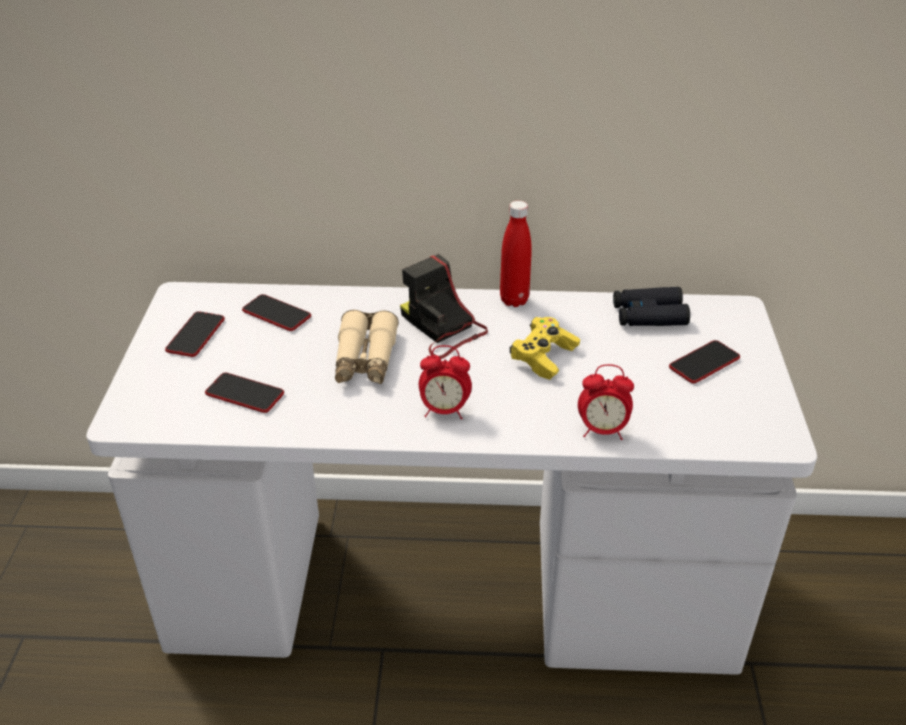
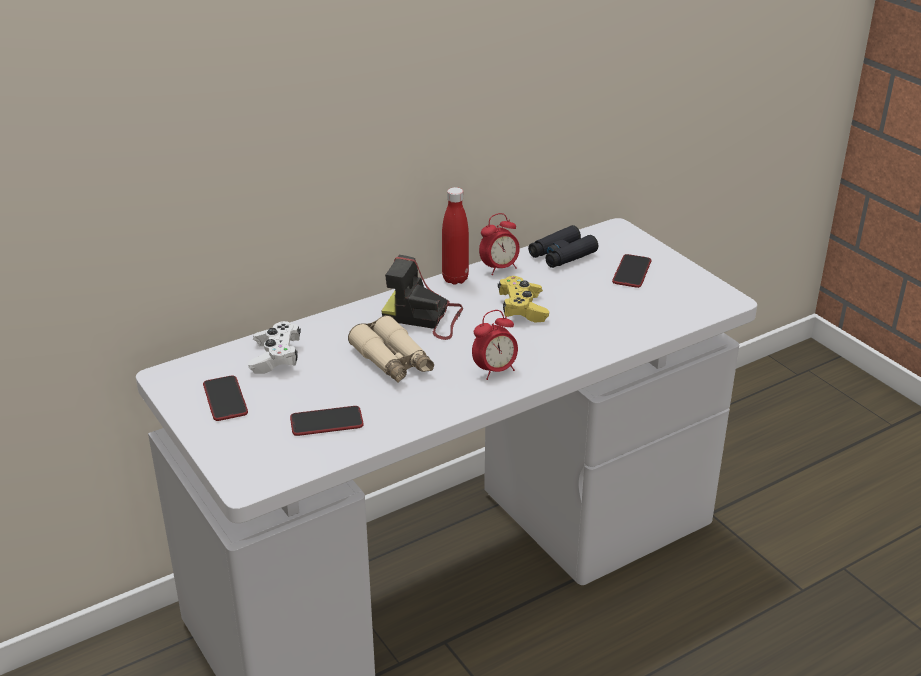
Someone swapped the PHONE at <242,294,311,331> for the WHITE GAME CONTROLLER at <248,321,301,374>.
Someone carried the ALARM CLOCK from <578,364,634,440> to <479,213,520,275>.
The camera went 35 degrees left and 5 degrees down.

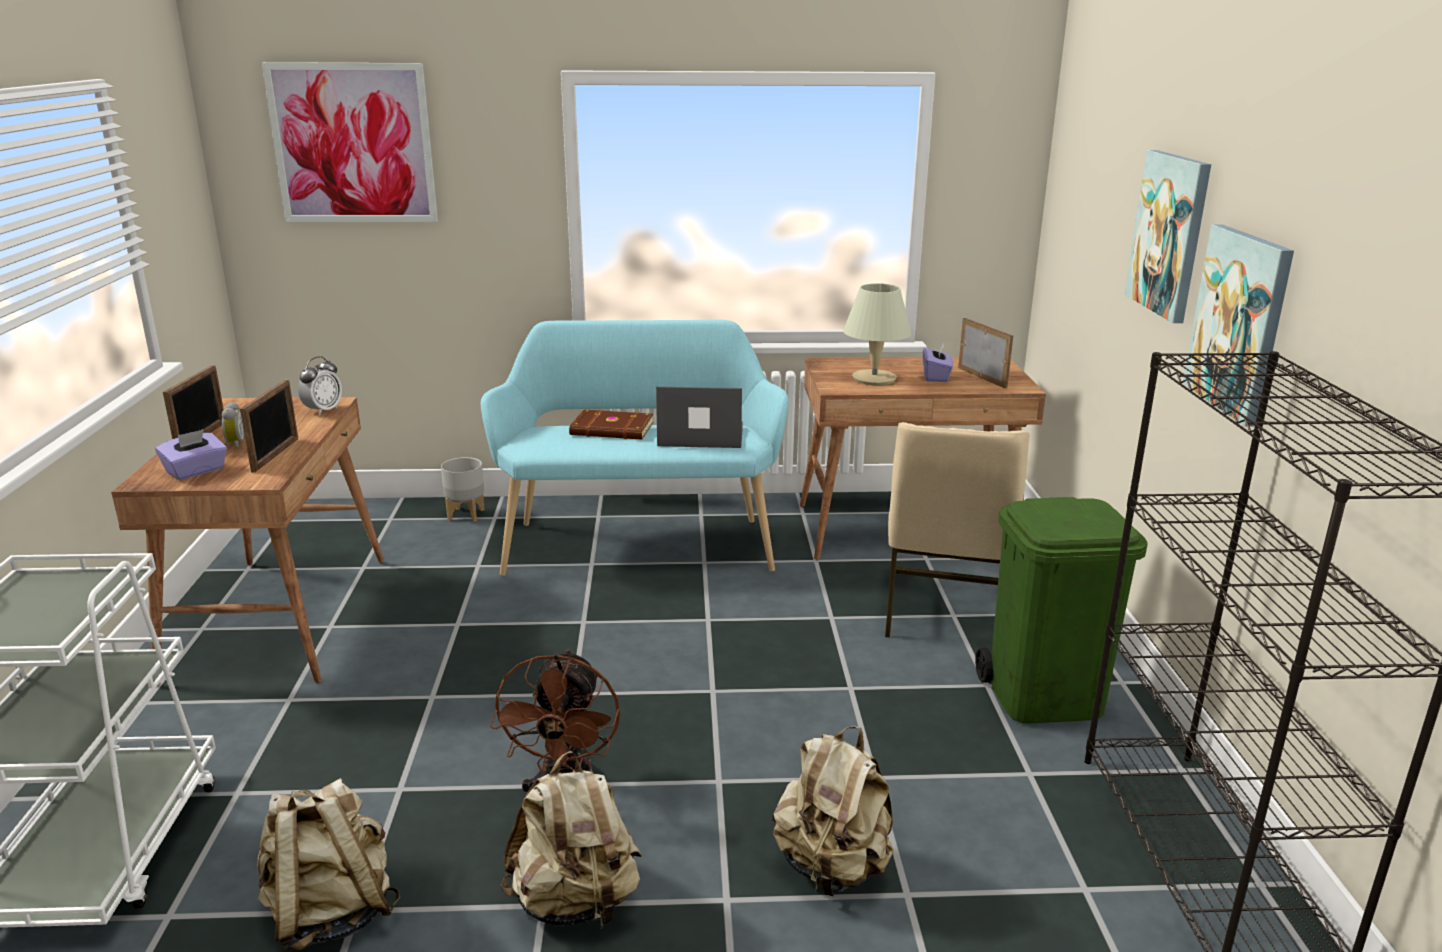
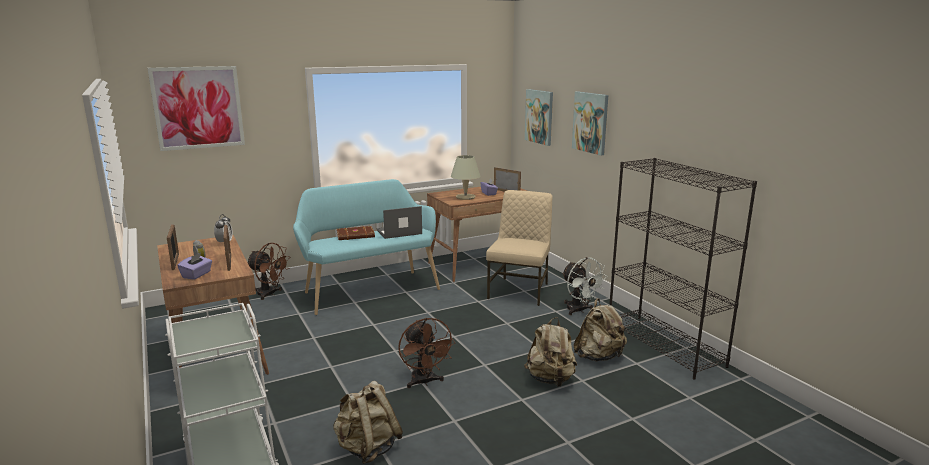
Someone swapped the GREY PLANTER at <441,457,485,522> for the BROWN FAN at <248,243,289,300>.
Someone rotated the BEIGE CHAIR at <885,422,1029,638> by 150 degrees counterclockwise.
Someone carried the PICTURE from <1183,225,1294,426> to <525,89,553,146>.
Someone swapped the GREEN TRASH CAN at <975,497,1148,724> for the WHITE FAN at <562,257,608,315>.
Someone carried the BEIGE BACKPACK from <500,751,642,927> to <574,298,627,361>.
The camera went 25 degrees left and 5 degrees down.

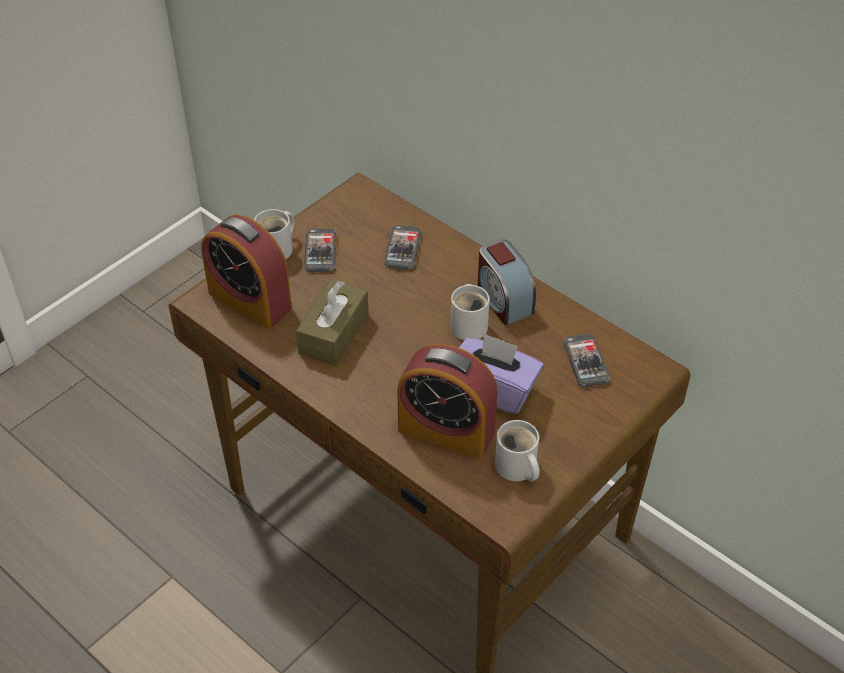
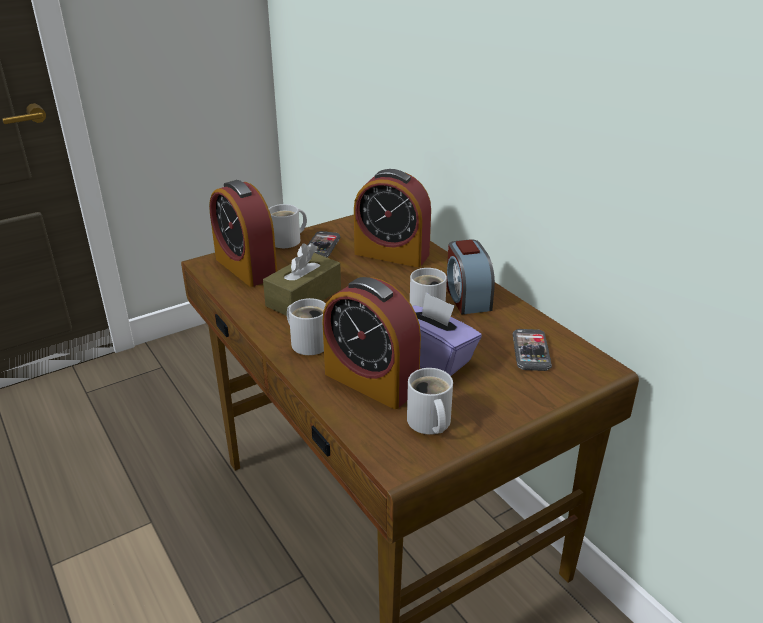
Someone put down the WHITE MUG at <287,298,326,355>.
Someone swapped the PHONE at <384,225,421,270> for the ALARM CLOCK at <354,169,431,267>.
The camera went 15 degrees right and 15 degrees down.

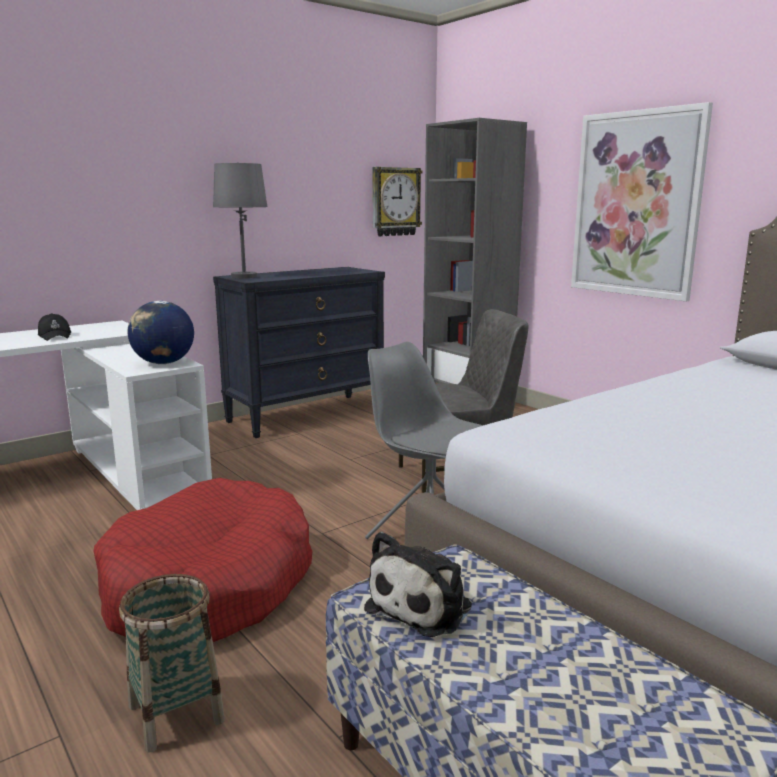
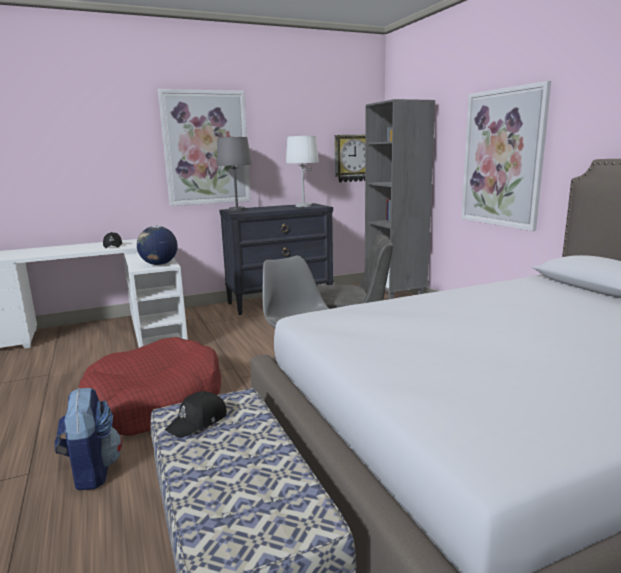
Someone swapped the BASKET at <119,574,225,753> for the BACKPACK at <55,388,122,490>.
Someone put up the PICTURE at <158,89,251,206>.
Someone swapped the PLUSH TOY at <364,532,472,637> for the BLACK CAP at <164,391,227,438>.
Someone put down the WHITE TABLE LAMP at <286,135,319,207>.
The camera went 15 degrees right and 0 degrees up.

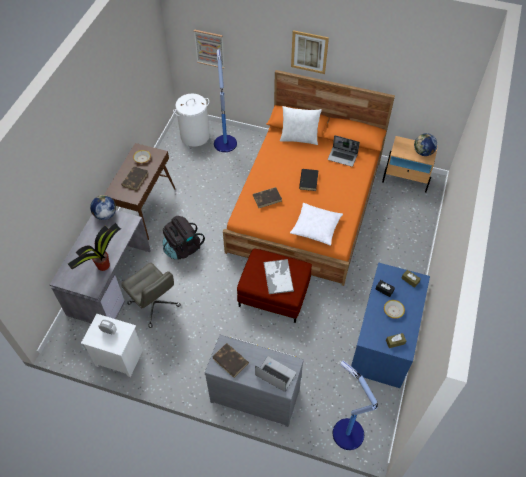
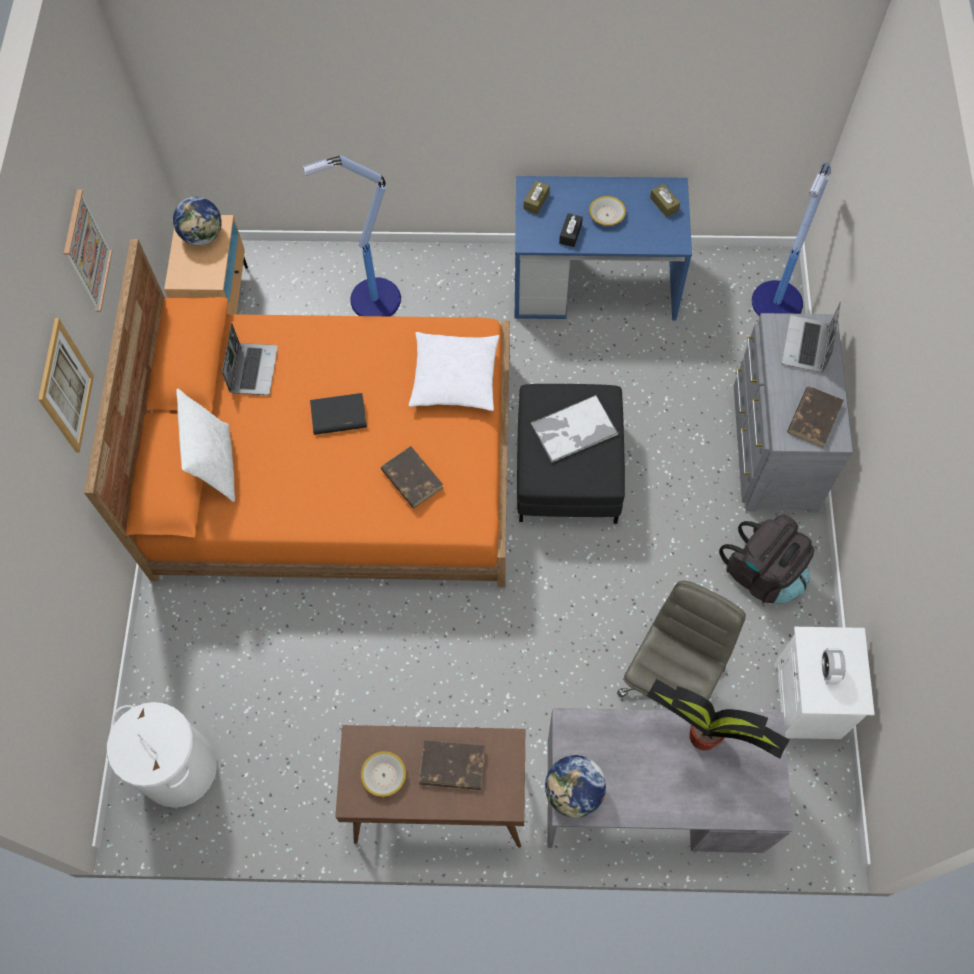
Someone carried the PICTURE from <194,29,225,68> to <64,189,112,312>.
Someone carried the FLOOR LAMP from <214,49,237,152> to <303,155,401,316>.
Someone repainted the RED OTTOMAN at <237,248,312,323>, which became the BLACK OTTOMAN at <517,384,625,524>.
Someone carried the BLACK BACKPACK from <163,216,205,259> to <719,515,814,604>.
The camera went 105 degrees left and 10 degrees up.

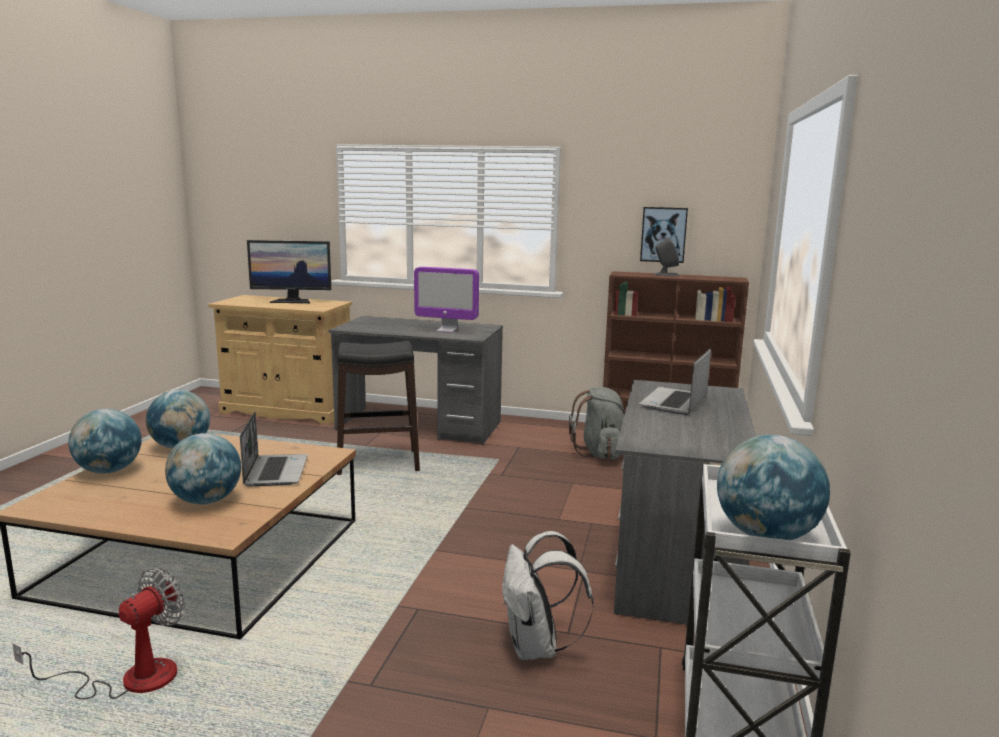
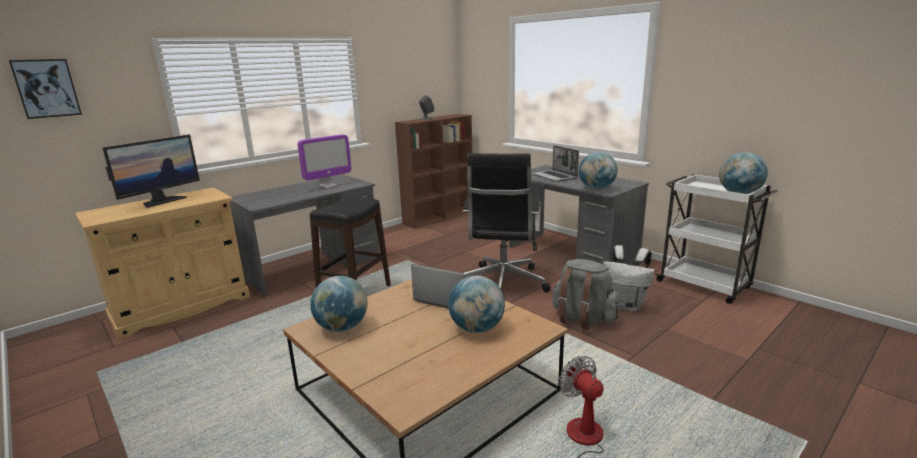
Someone carried the PICTURE from <640,207,688,263> to <9,59,82,119>.
Someone put down the BLACK OFFICE CHAIR at <463,153,551,292>.
Someone carried the GREY BACKPACK from <569,387,625,459> to <552,259,619,330>.
Someone carried the GLOBE from <68,409,142,474> to <579,152,617,189>.
The camera went 55 degrees left and 5 degrees up.

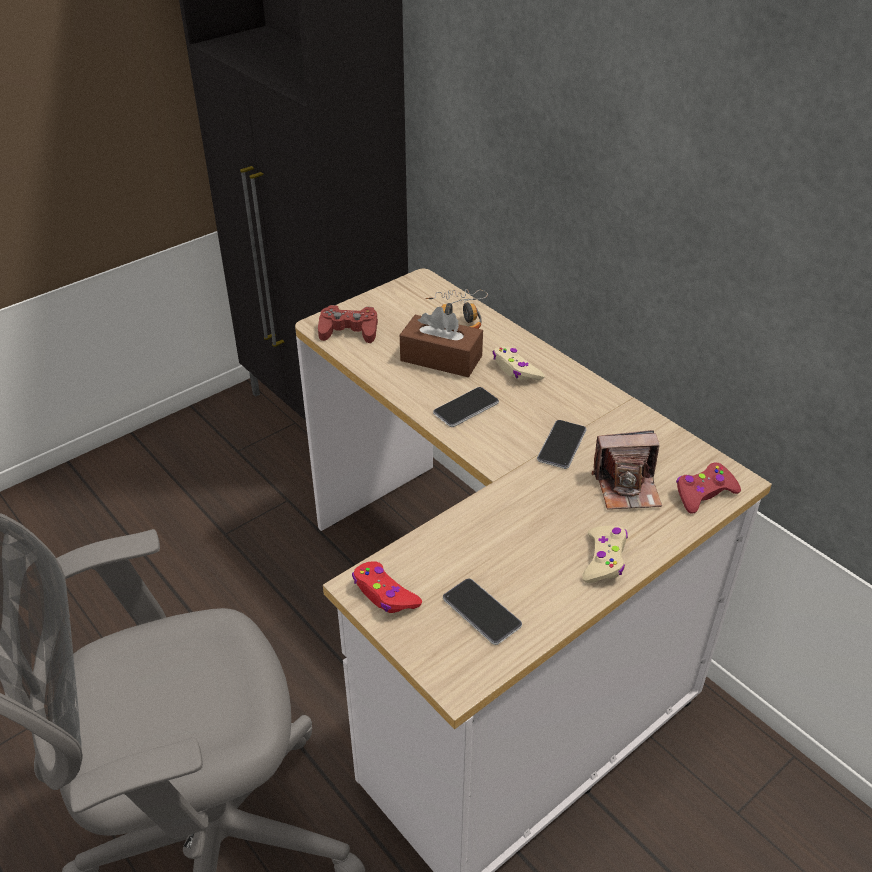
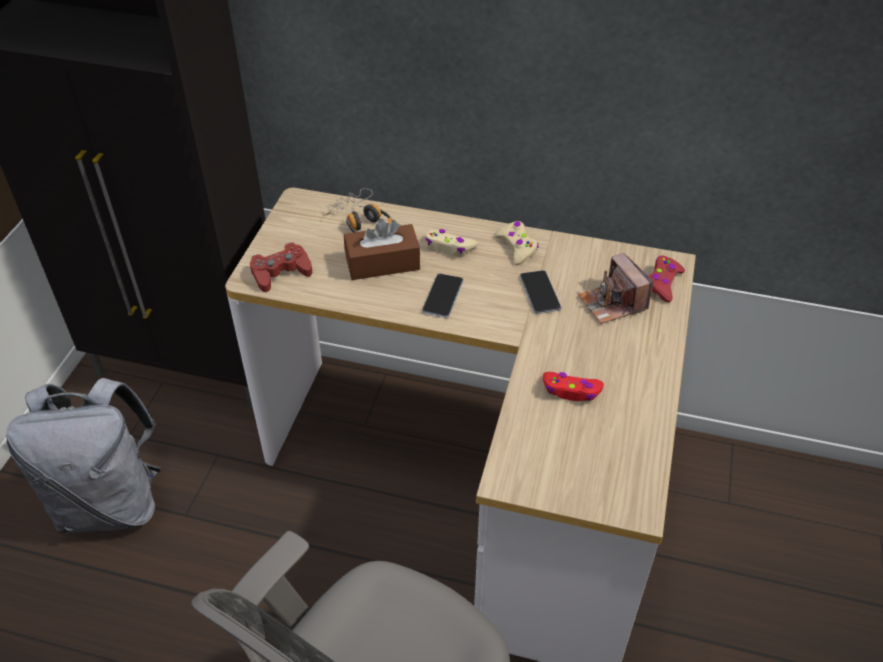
Someone put down the GREY BACKPACK at <6,378,161,534>.
Someone carried the BEIGE GAME CONTROLLER from <582,526,628,583> to <494,221,539,265>.
Someone carried the RED GAME CONTROLLER from <352,561,422,613> to <543,372,604,401>.
Someone rotated the PHOTO CAMERA at <591,430,662,510> by 105 degrees clockwise.
Someone took away the PHONE at <443,579,522,645>.
The camera went 35 degrees left and 5 degrees up.

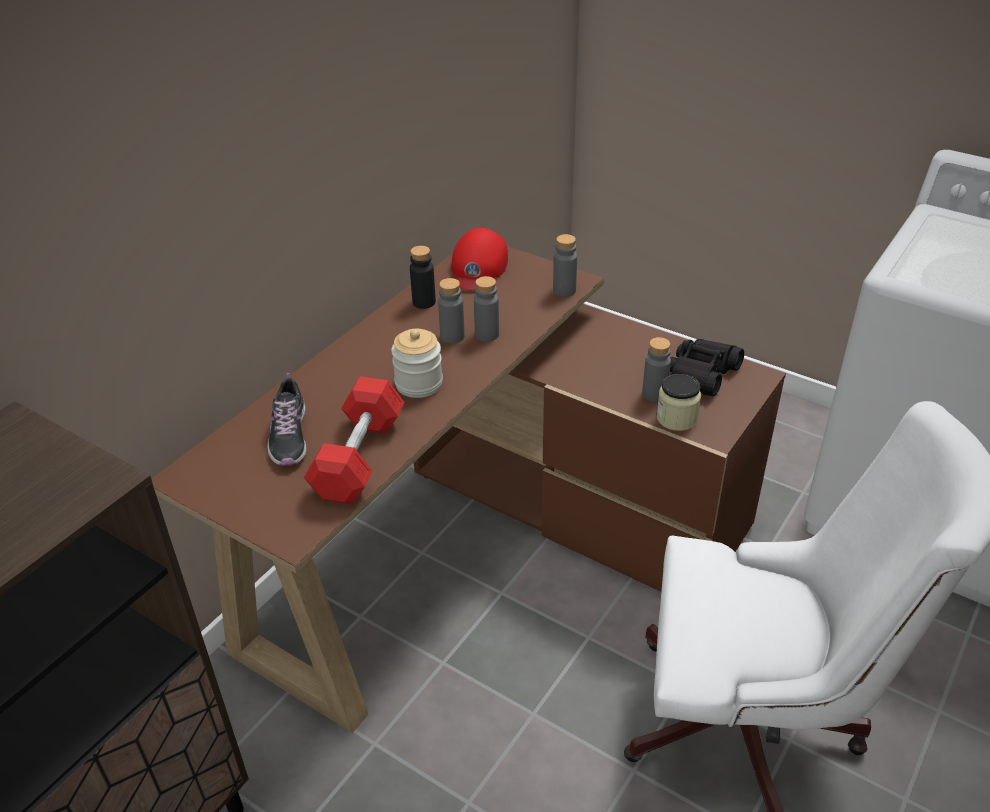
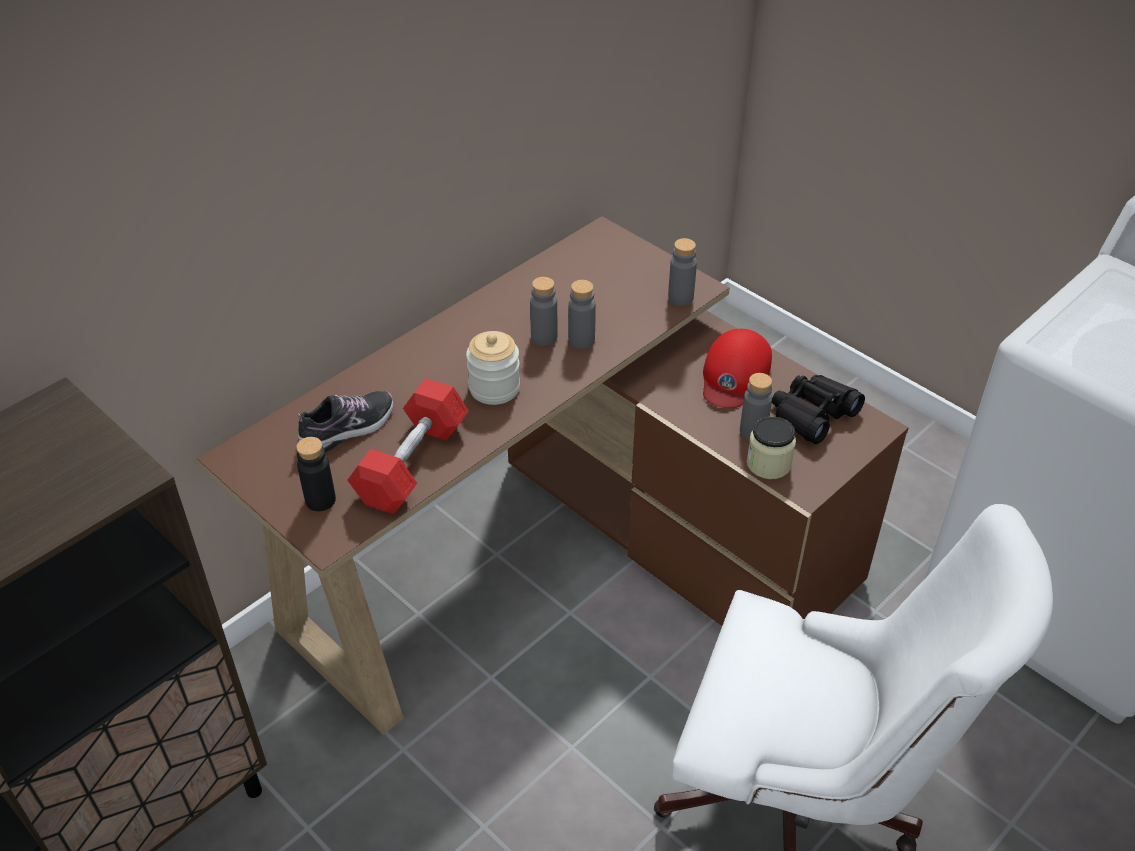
Someone carried the BLACK BOTTLE from <410,246,436,309> to <296,437,336,511>.
Someone rotated the SHOE at <268,373,307,466> by 135 degrees counterclockwise.
Someone carried the RED CAP from <451,228,508,290> to <703,329,772,408>.
The camera went 10 degrees right and 5 degrees up.

